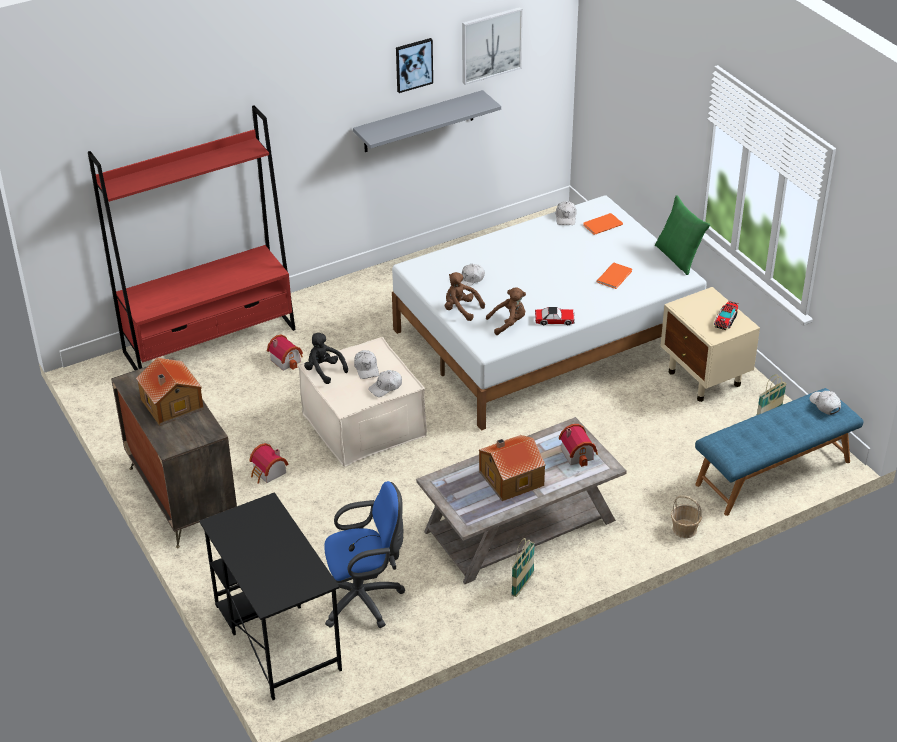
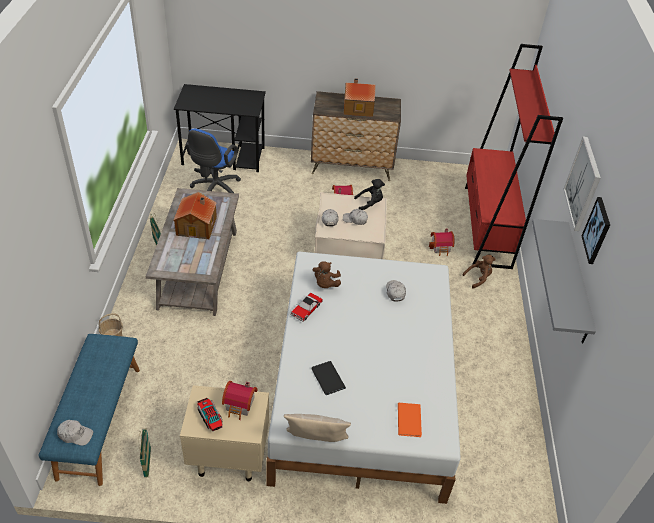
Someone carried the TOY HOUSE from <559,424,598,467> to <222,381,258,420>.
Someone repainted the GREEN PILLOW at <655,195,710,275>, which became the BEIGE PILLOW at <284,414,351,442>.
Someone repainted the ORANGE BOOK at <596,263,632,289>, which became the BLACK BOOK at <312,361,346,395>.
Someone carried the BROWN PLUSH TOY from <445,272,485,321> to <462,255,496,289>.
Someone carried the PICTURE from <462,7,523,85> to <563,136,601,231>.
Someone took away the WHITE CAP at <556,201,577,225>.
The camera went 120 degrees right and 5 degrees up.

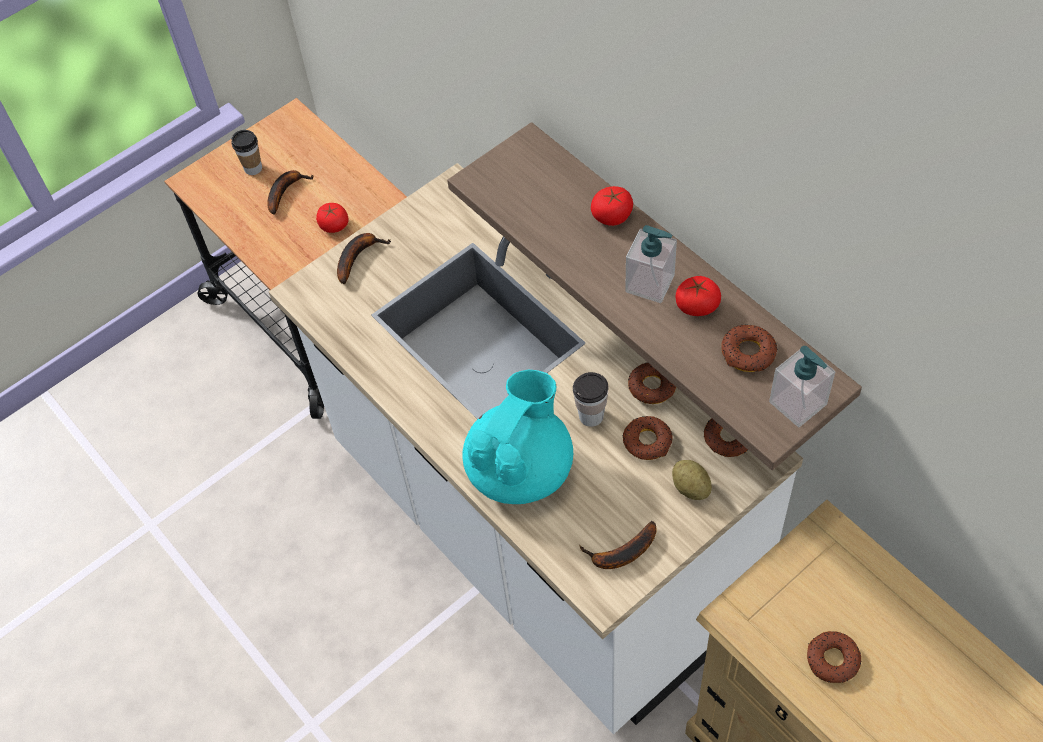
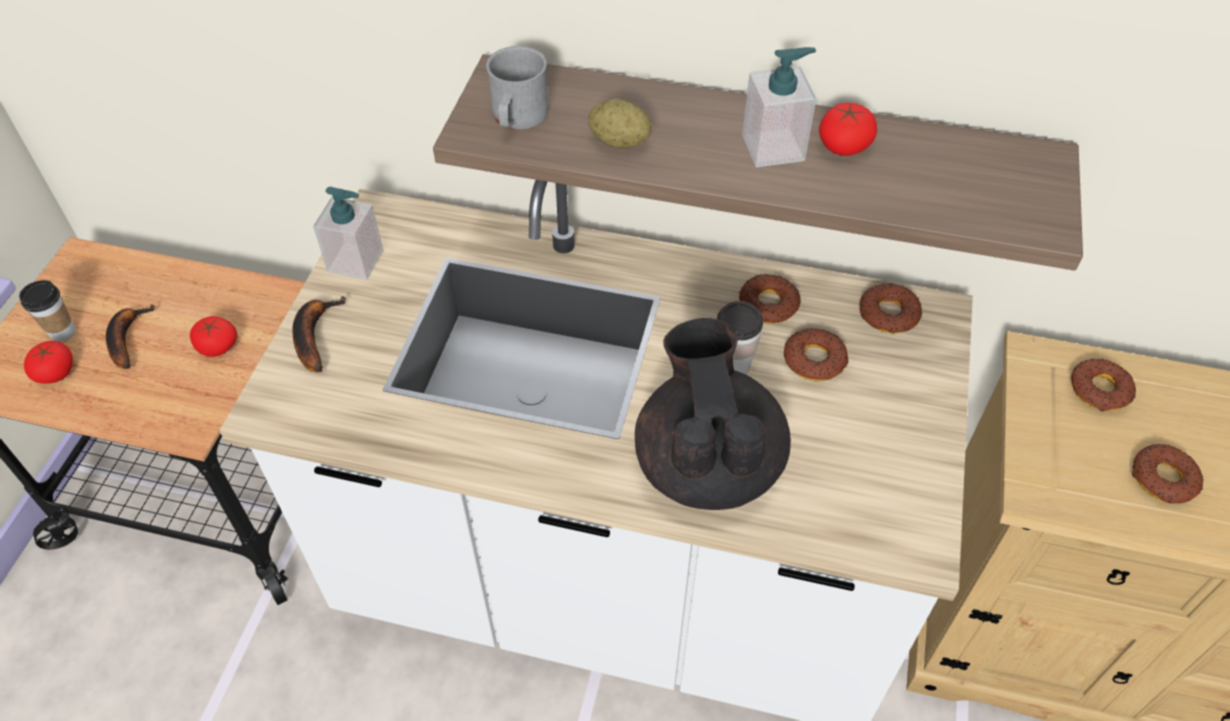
Someone carried the TOMATO from <591,186,633,226> to <24,341,73,384>.
Someone carried the SOAP DISPENSER from <769,346,835,427> to <313,187,383,280>.
Someone put down the GREY MUG at <486,46,548,130>.
Someone carried the POTATO from <672,460,712,500> to <588,99,652,148>.
Someone repainted the TURQUOISE TEAPOT at <462,370,573,504>, which became the BLACK TEAPOT at <635,318,791,510>.
Someone carried the DONUT from <721,324,777,372> to <1071,359,1136,411>.
Someone took away the BANANA at <579,521,657,569>.
The camera went 40 degrees left and 5 degrees down.

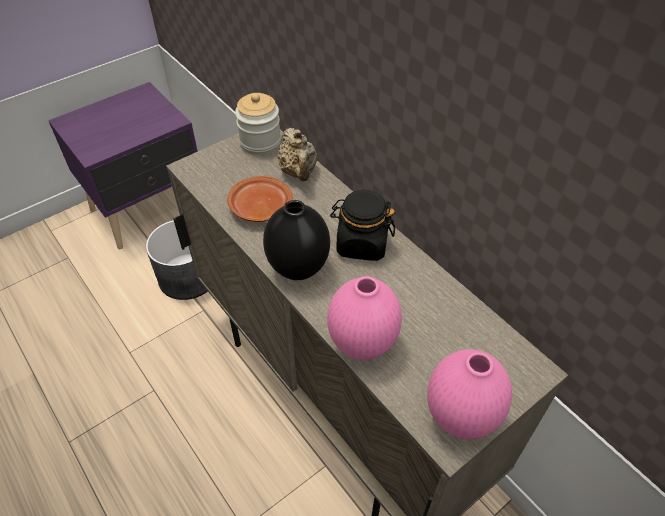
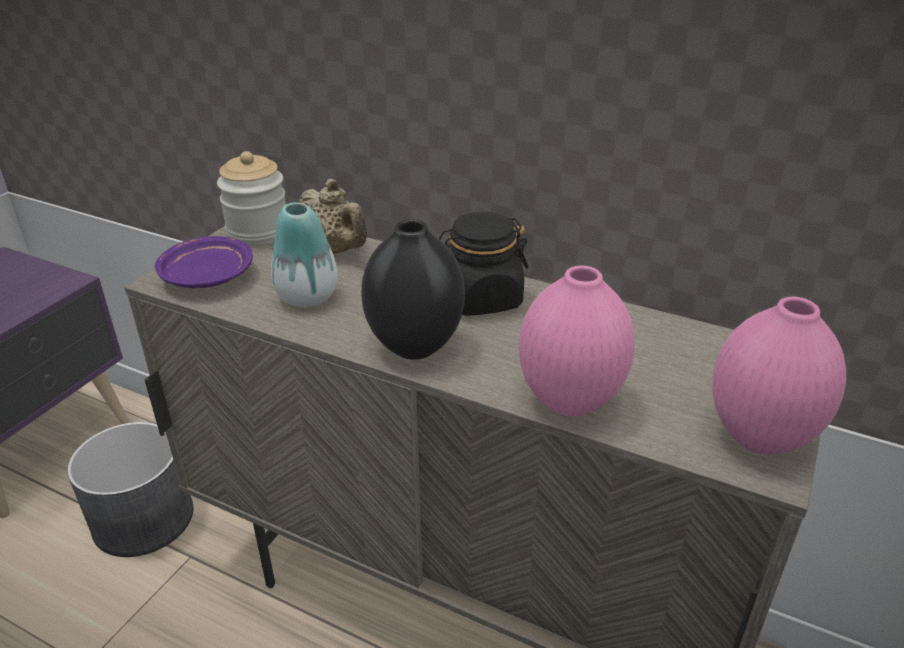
Someone put down the PURPLE PLATE at <155,236,253,288>.
Someone swapped the BROWN PLATE at <227,176,293,222> for the VASE at <271,202,338,307>.
The camera went 25 degrees left and 15 degrees down.

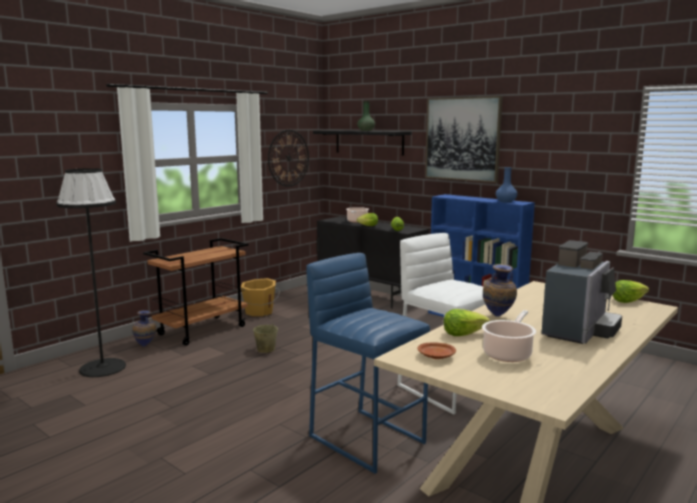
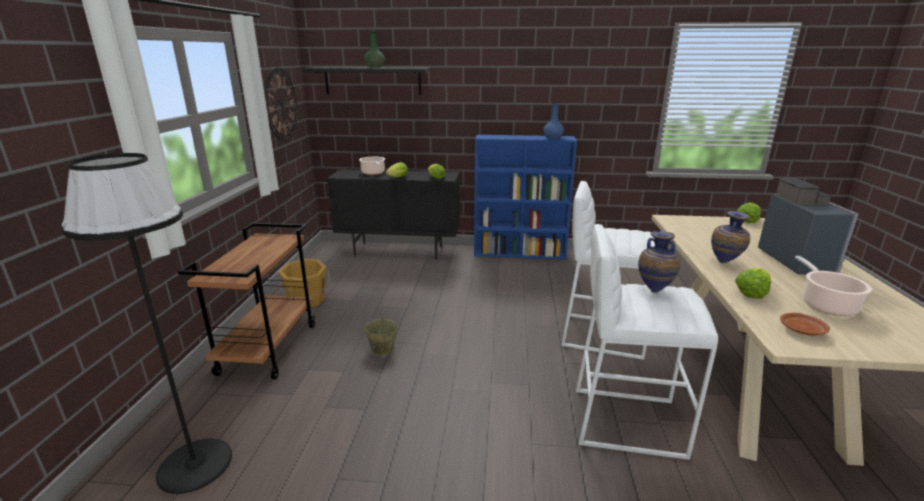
Someone repainted the BLUE STOOL at <306,253,430,474>, which became the WHITE STOOL at <576,224,718,460>.
Someone carried the VASE from <132,310,156,347> to <638,231,680,293>.
Someone took away the PICTURE at <425,96,503,183>.
The camera went 35 degrees left and 10 degrees up.

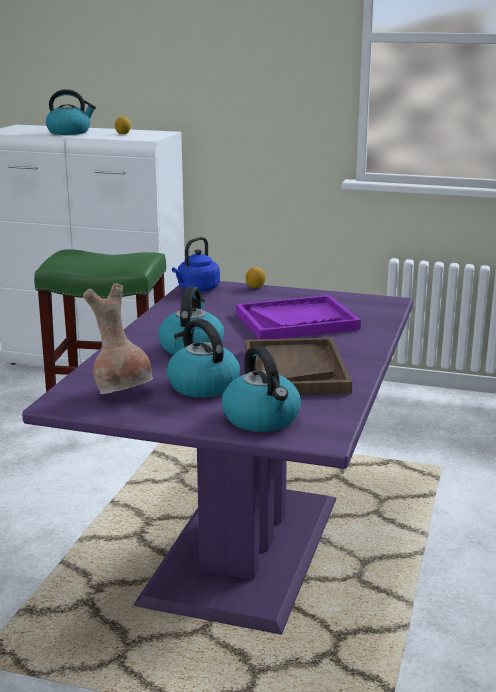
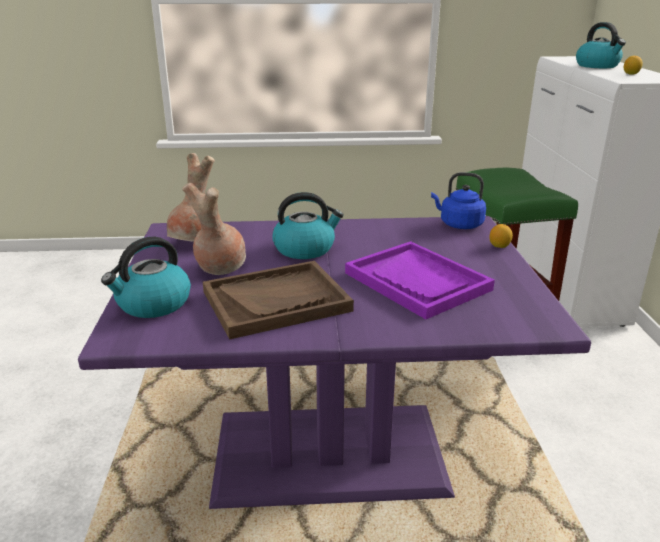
Someone swapped the KETTLE at <167,319,240,398> for the BROWN VASE at <182,183,246,275>.
The camera went 70 degrees right and 5 degrees up.

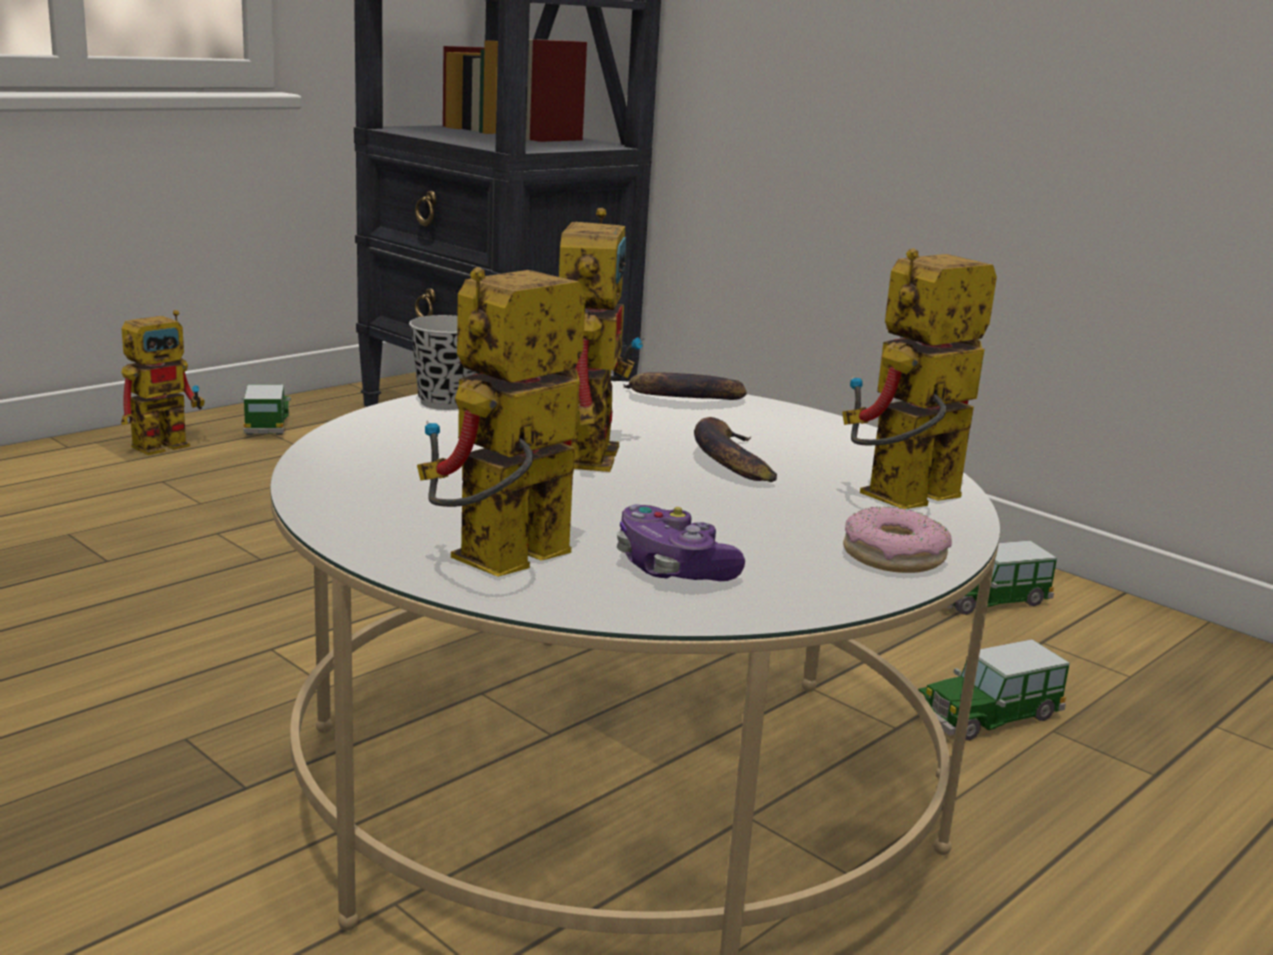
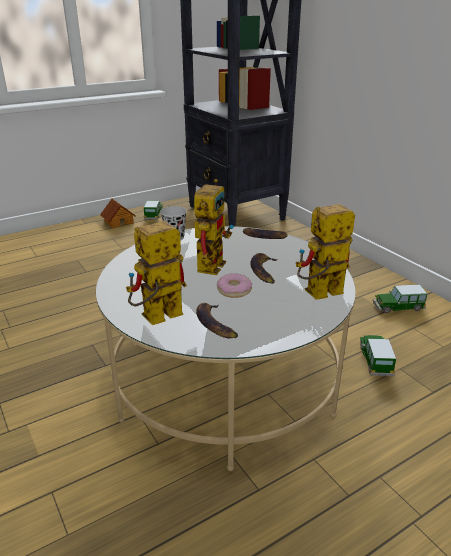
Someone swapped the TOY ROBOT at <121,310,205,455> for the TOY HOUSE at <100,199,136,228>.
Someone swapped the GAME CONTROLLER at <617,504,745,581> for the BANANA at <196,303,238,338>.
Someone carried the DONUT from <843,507,952,573> to <217,273,252,298>.
Someone rotated the TOY CAR at <912,639,1070,741> by 105 degrees clockwise.
The camera went 15 degrees right and 10 degrees up.

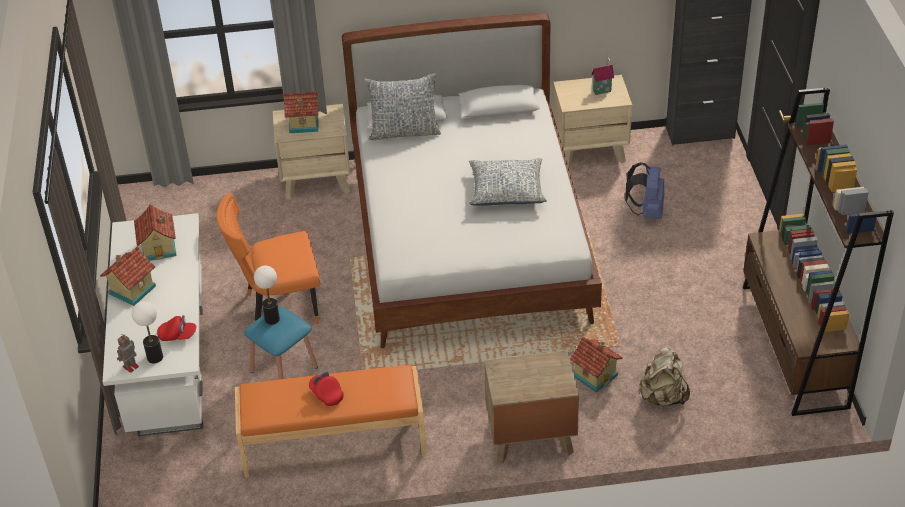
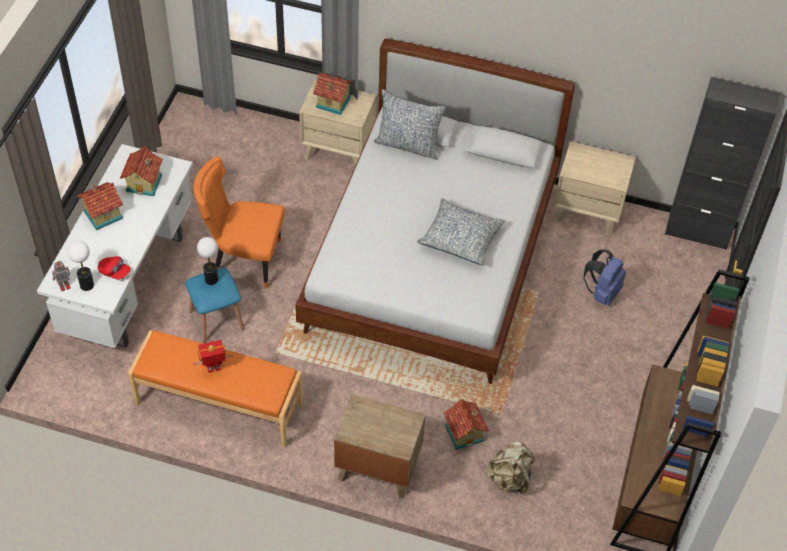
Someone swapped the RED CAP at <309,372,343,406> for the TOY ROBOT at <193,340,233,373>.
Someone took away the TOY HOUSE at <591,55,614,95>.
The camera went 20 degrees right and 10 degrees up.

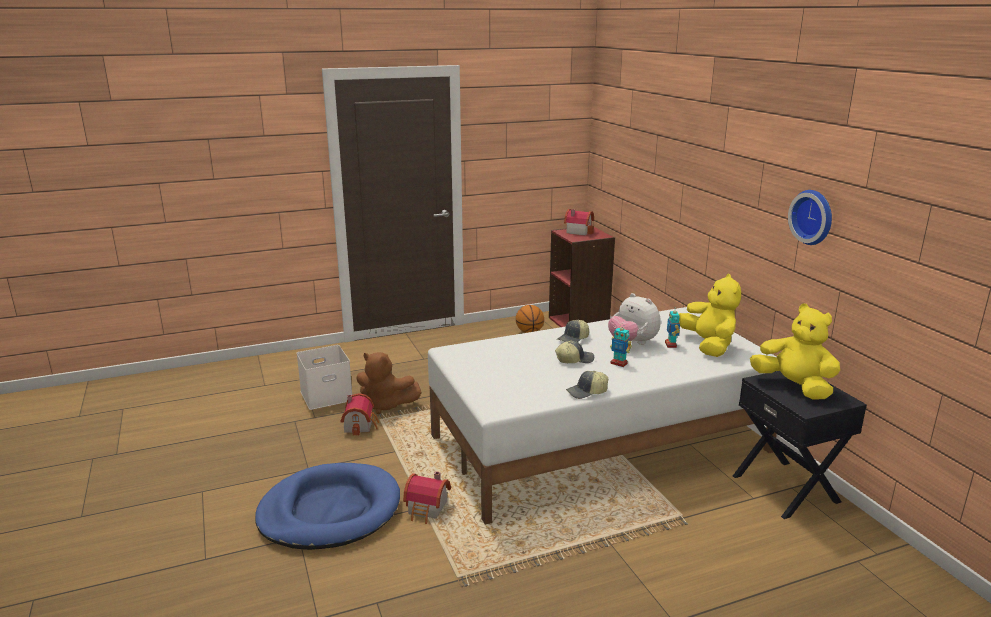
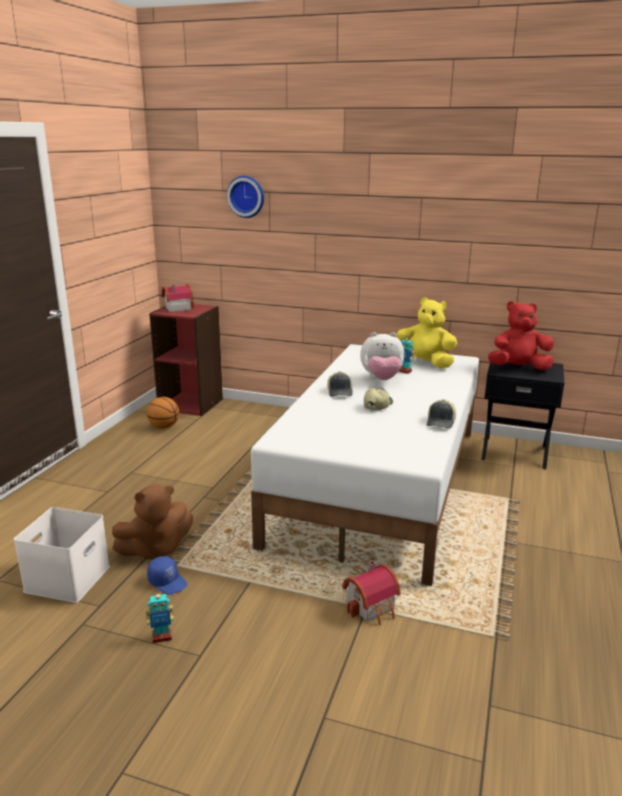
Someone carried the TOY ROBOT from <610,324,632,367> to <146,590,174,643>.
Someone swapped the TOY HOUSE at <341,393,379,436> for the BLUE CAP at <147,556,187,595>.
Someone carried the WALL CLOCK from <788,190,832,245> to <227,176,264,218>.
Someone repainted the YELLOW PLUSH TOY at <750,304,840,399>, which became the RED PLUSH TOY at <488,301,554,370>.
Someone took away the BLUE DOG BED at <255,463,400,550>.
The camera went 50 degrees left and 0 degrees up.

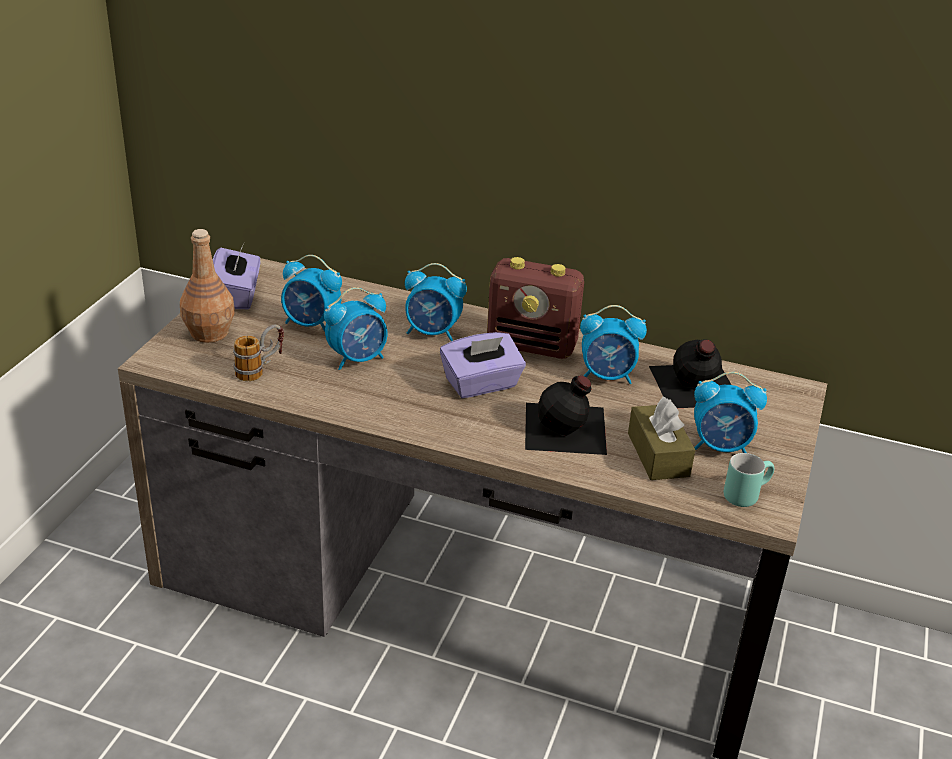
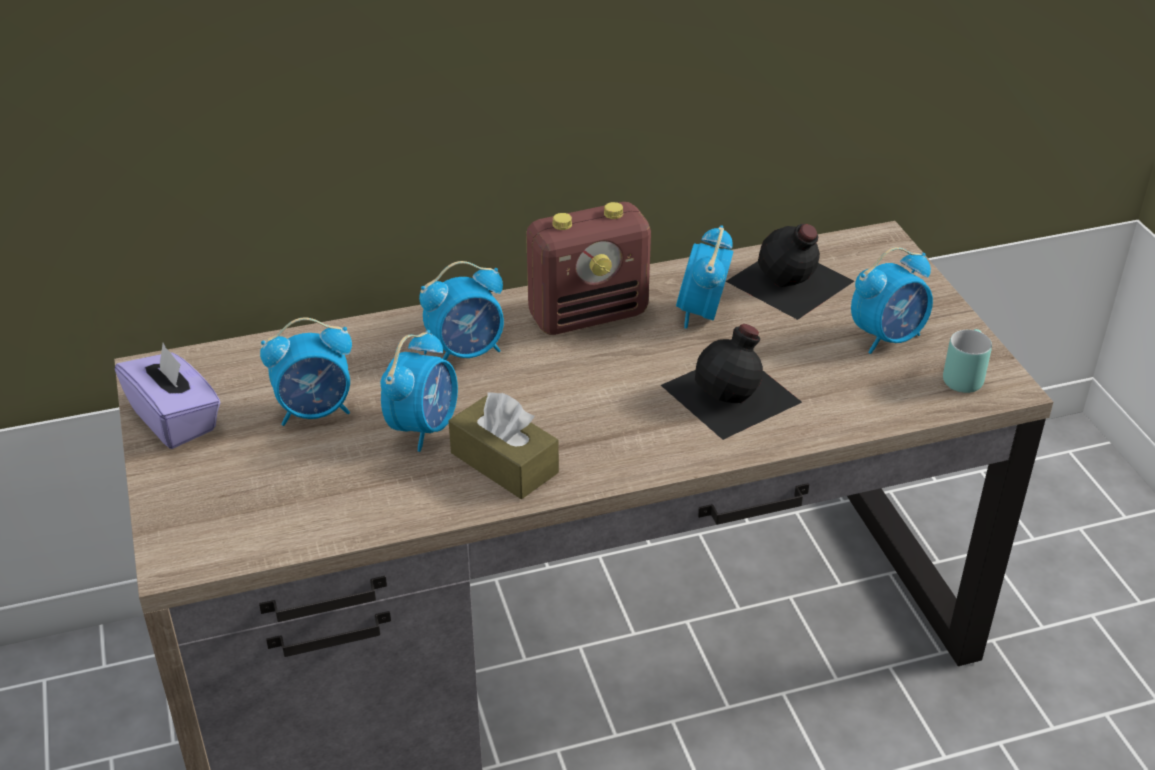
Someone carried the BROWN TISSUE BOX from <628,397,695,480> to <449,392,559,499>.
Someone rotated the ALARM CLOCK at <580,305,647,384> by 135 degrees clockwise.
Someone took away the BROWN BOTTLE at <180,229,235,343>.
Someone took away the MUG at <233,325,284,381>.
Someone took away the PURPLE TISSUE BOX at <440,332,526,398>.
The camera went 35 degrees left and 5 degrees up.

